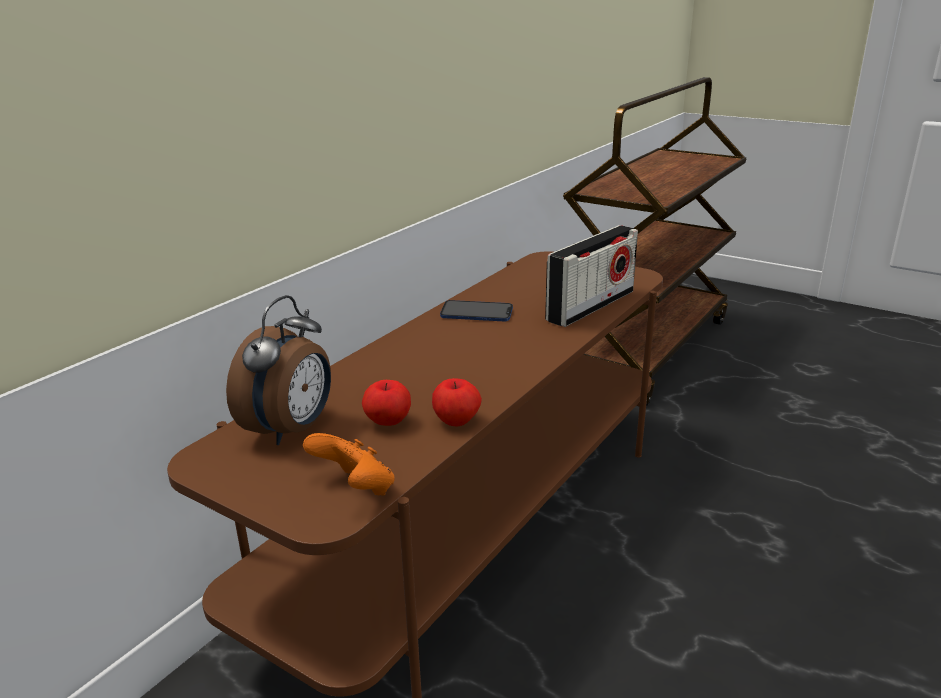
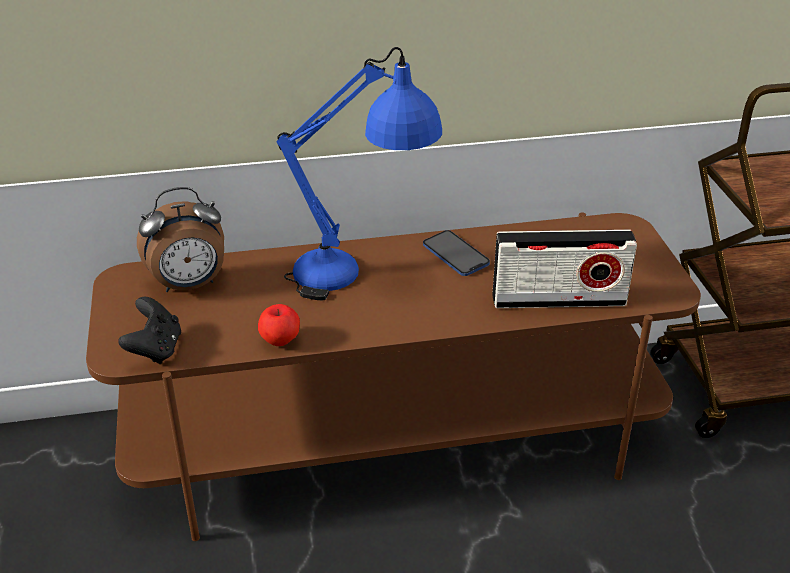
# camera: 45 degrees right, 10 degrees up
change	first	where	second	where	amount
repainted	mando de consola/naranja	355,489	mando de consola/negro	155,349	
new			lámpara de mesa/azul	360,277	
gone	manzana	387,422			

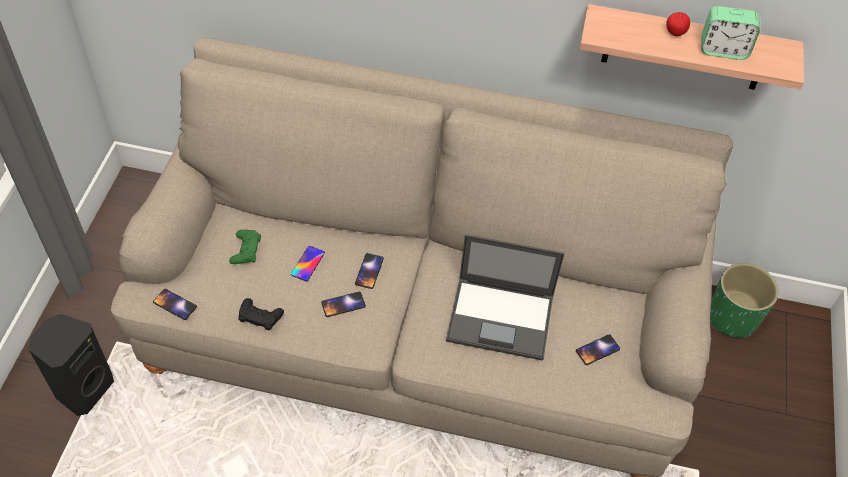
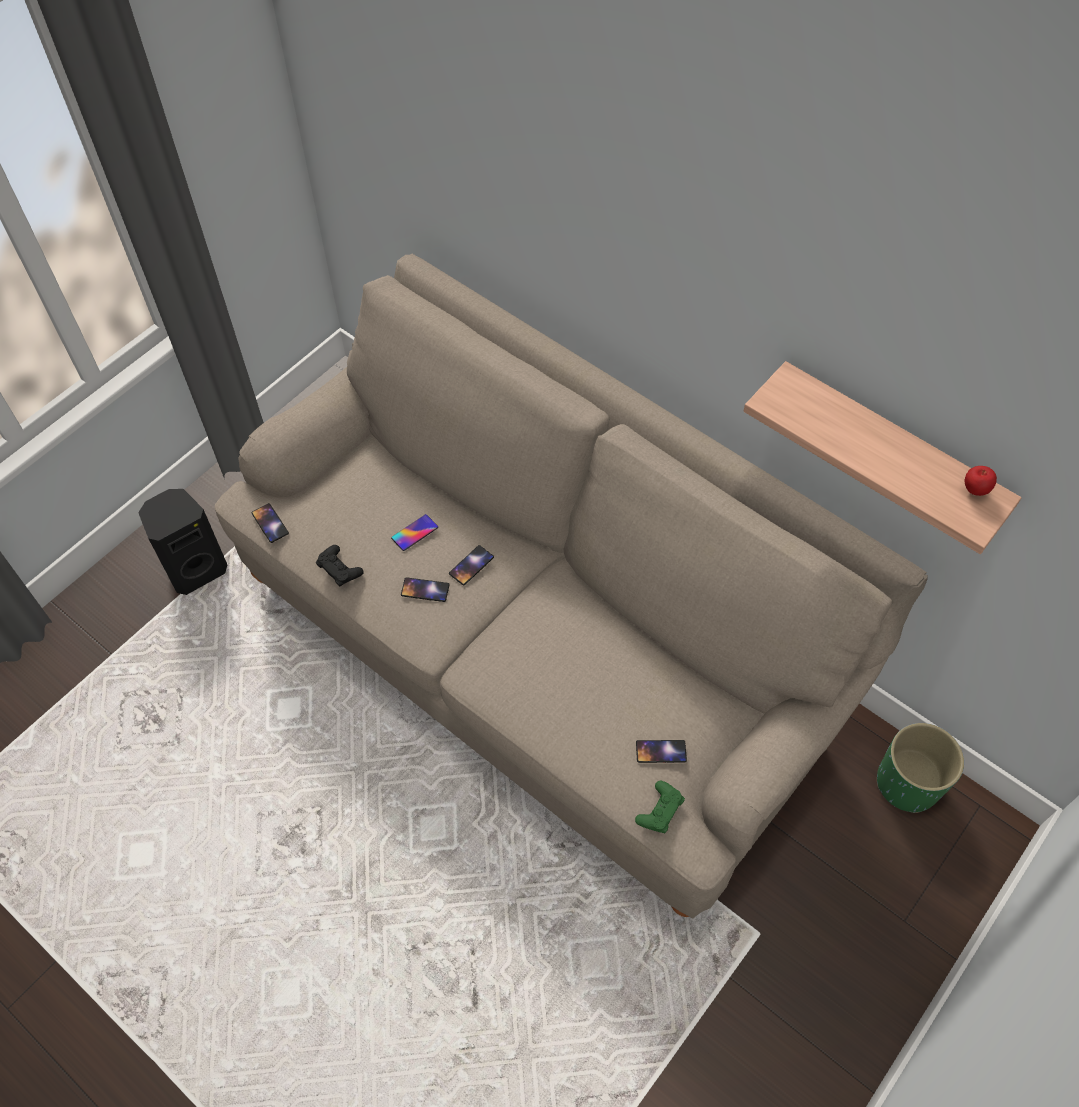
# camera: 30 degrees right, 5 degrees up
change	first	where	second	where	amount
shifted	mando de consola/verde	246,250		660,810	
shifted	manzana	674,33		974,490	
gone	portátil	501,318			
gone	despertador	723,50			

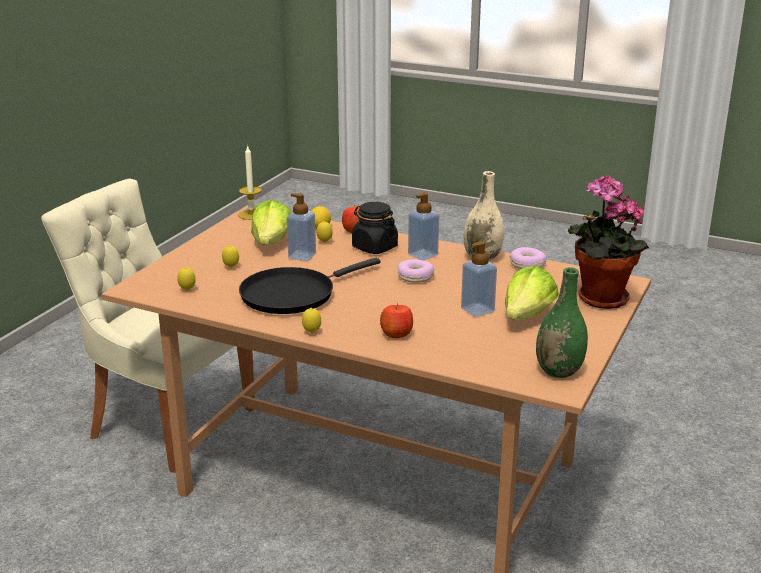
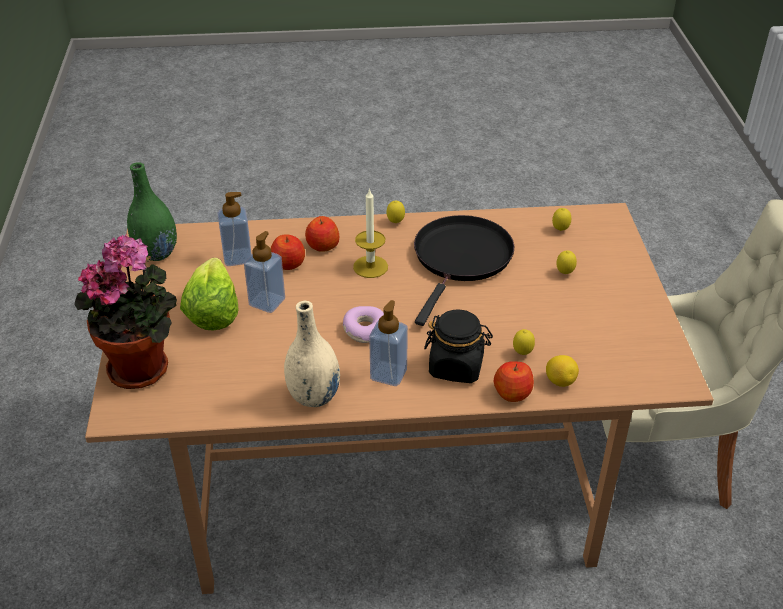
# camera: 150 degrees right, 15 degrees up
change	first	where	second	where	amount
shifted	dispensador de jabón	302,256		237,257	
new			manzana	289,264	
shifted	vela	251,214		370,267	
gone	lechuga	272,243			
gone	rosquilla	527,265			

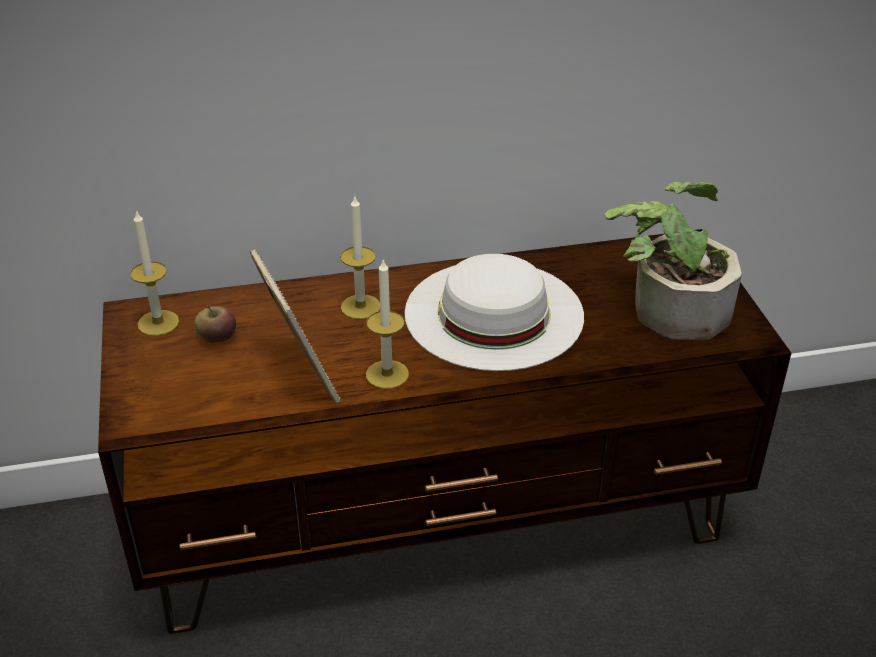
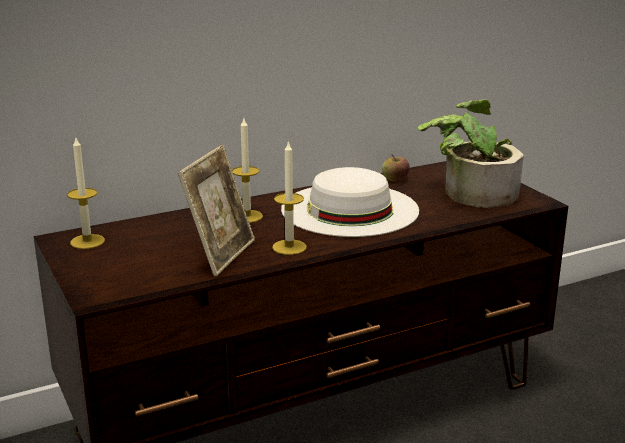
# camera: 15 degrees left, 15 degrees down
change	first	where	second	where	amount
rotated	portarretratos	300,374		221,255	60 degrees clockwise
shifted	manzana	217,338		395,179	

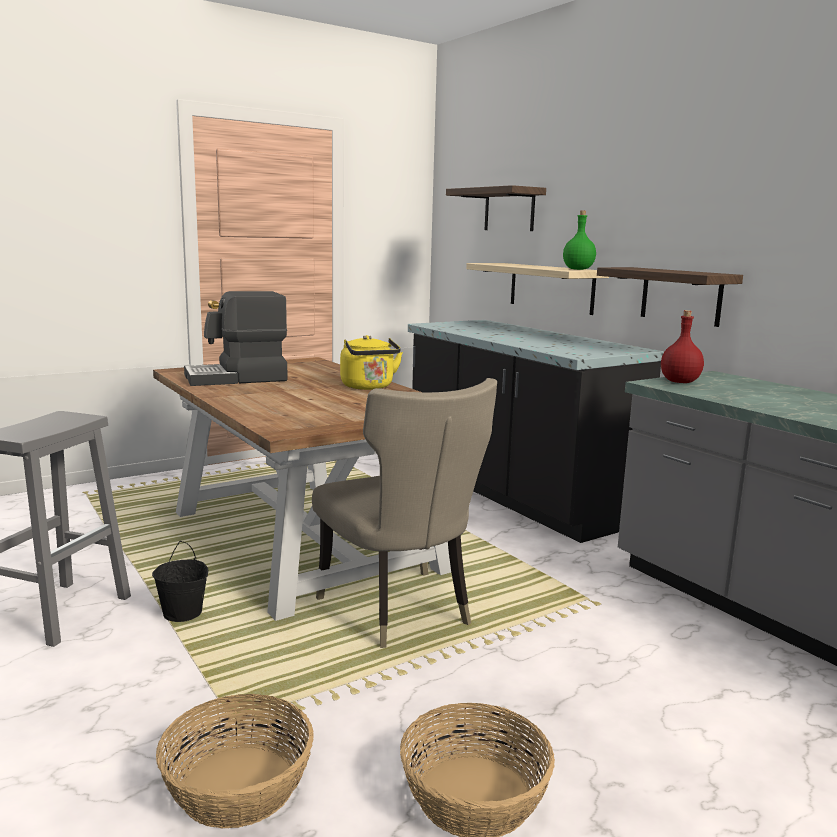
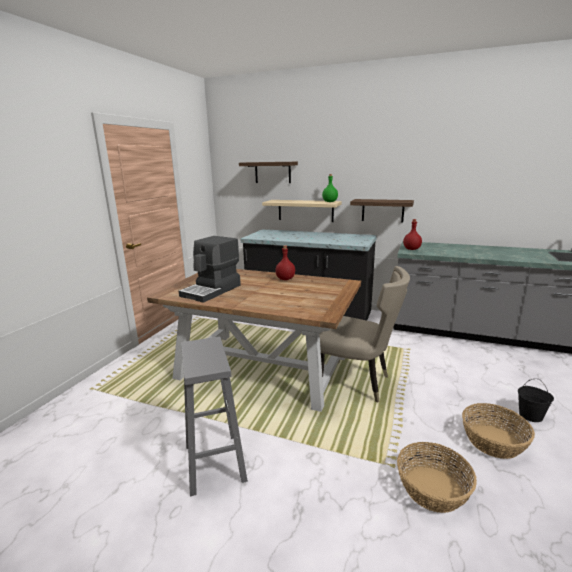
# camera: 35 degrees left, 5 degrees up
change	first	where	second	where	amount
swapped	hervidor/amarillo	369,387	botella/rojo	285,279	
shifted	cubo/negro	183,613		531,415	

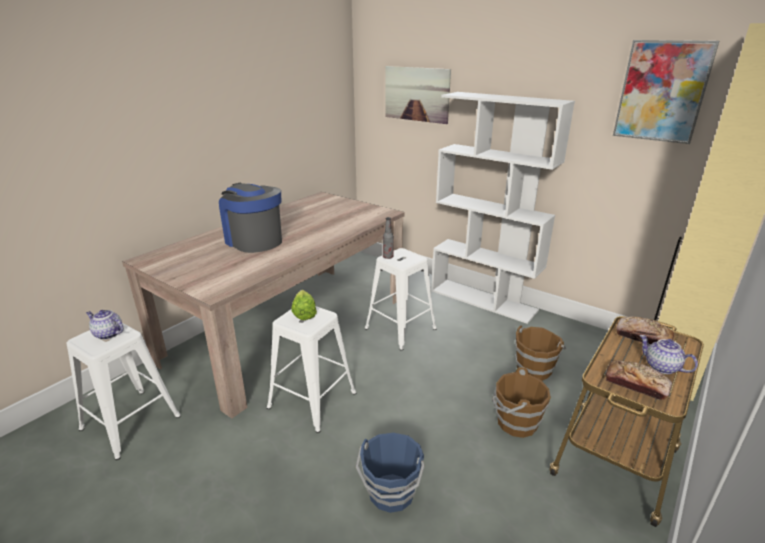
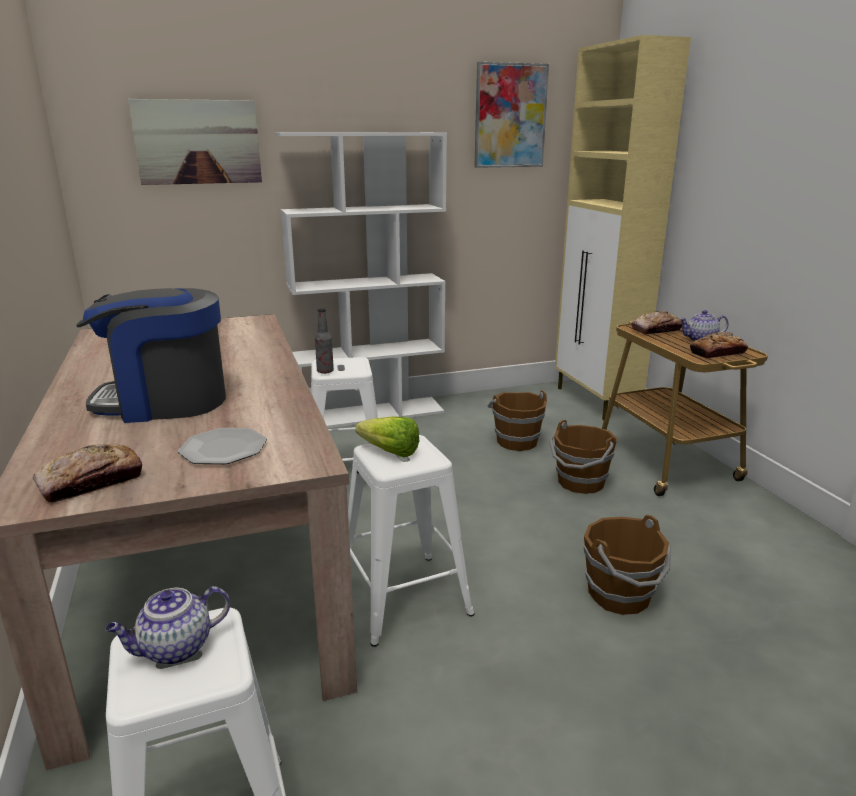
# camera: 55 degrees left, 5 degrees down
change	first	where	second	where	amount
new			pan	91,482	
new			plato	223,448	
repainted	cubo/azul	391,493	cubo/marrón	621,596	

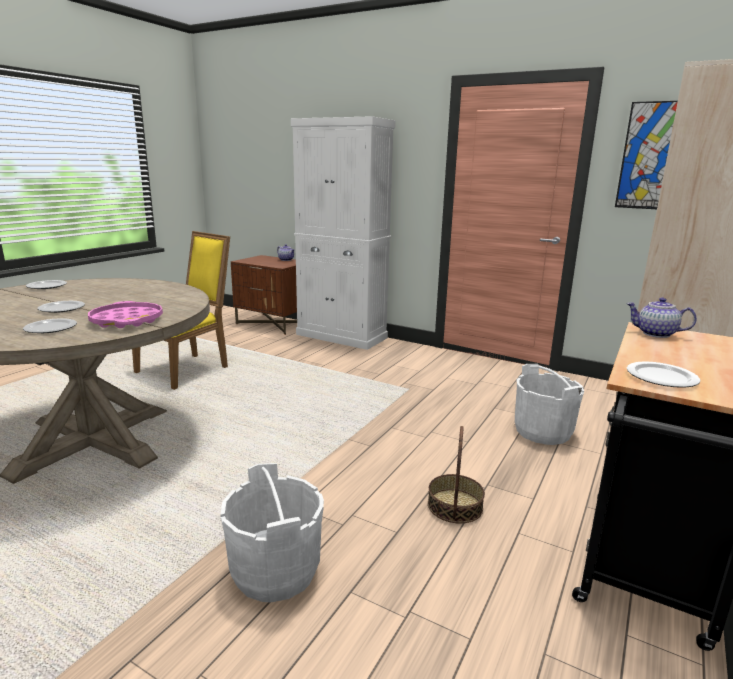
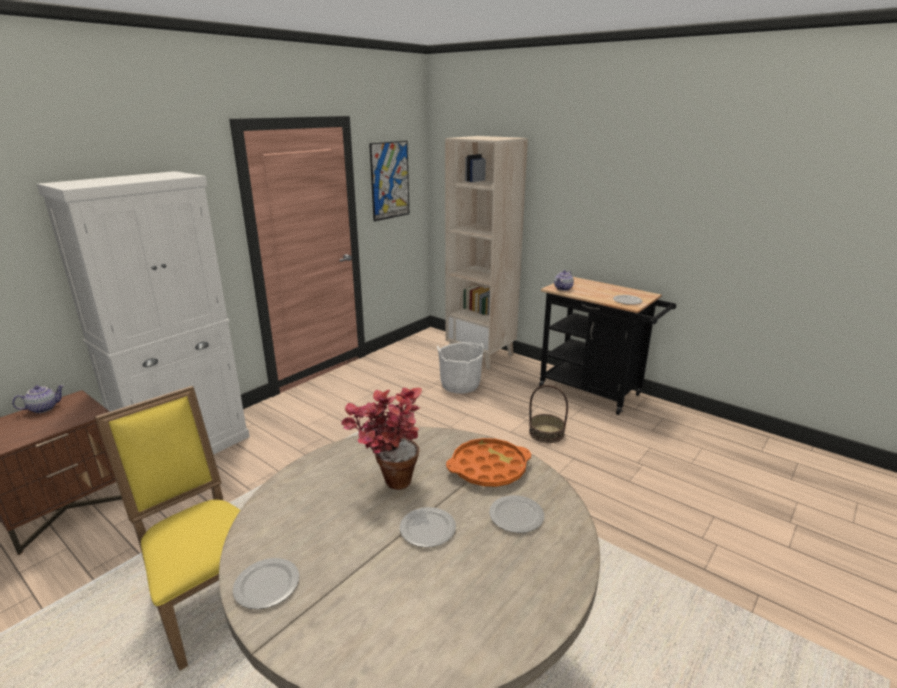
# camera: 80 degrees left, 5 degrees up
change	first	where	second	where	amount
new			planta en maceta	388,481	
repainted	bandeja/rosa	127,320	bandeja/naranja	488,468	
gone	cubo/blanco	275,571			

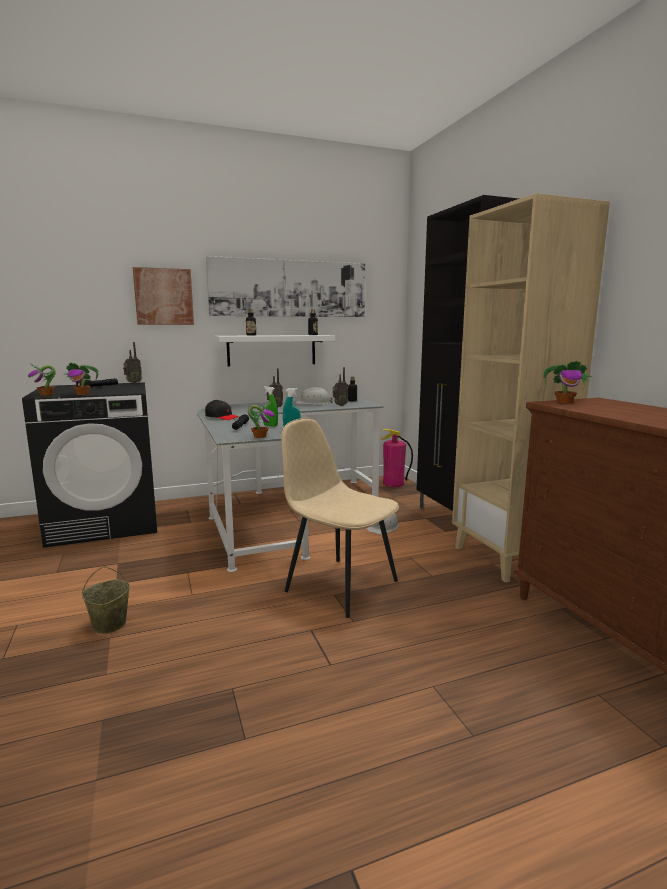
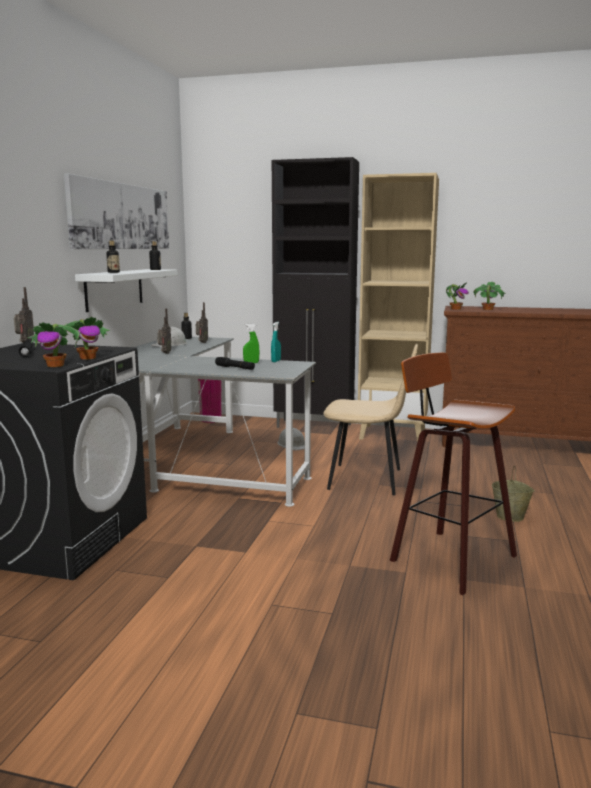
# camera: 55 degrees left, 0 degrees up
change	first	where	second	where	amount
rotated	silla/beis	339,585		367,479	150 degrees counterclockwise
new			taburete	448,558	
shifted	planta en maceta	259,436		487,309	
shifted	cubo/beis	109,625		510,516	
gone	cuadro	164,296			
gone	gorra/negro	222,417			

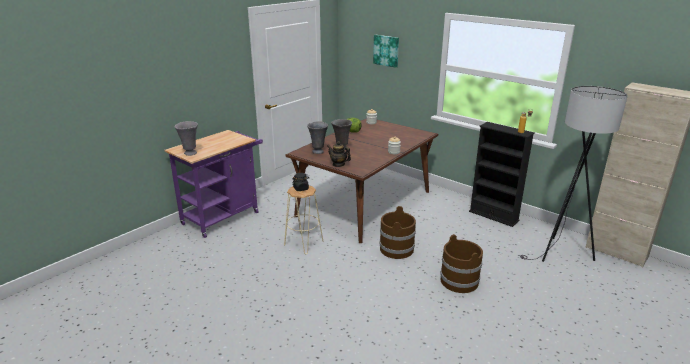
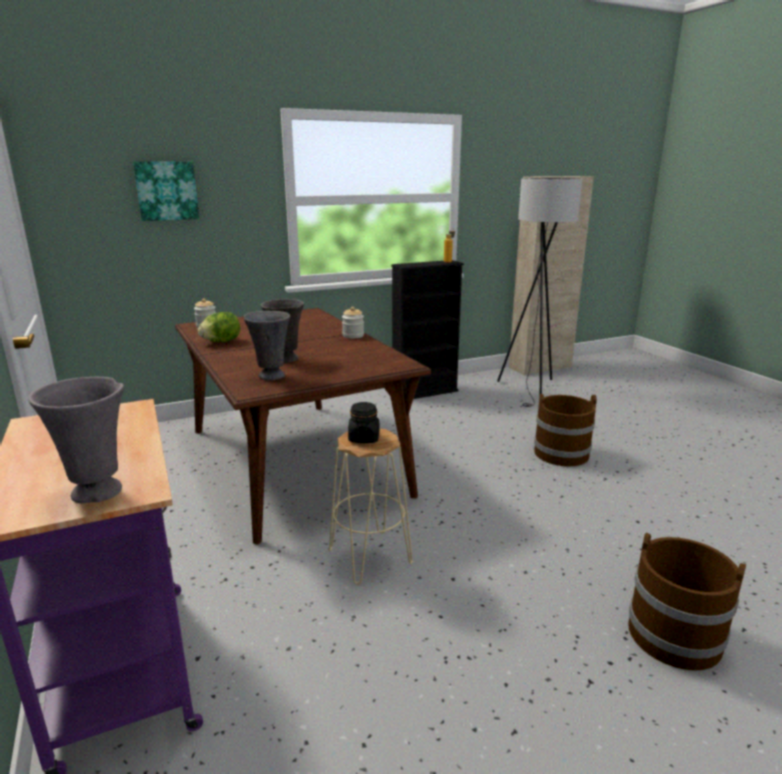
# camera: 65 degrees left, 5 degrees down
change	first	where	second	where	amount
shifted	cubo/marrón	396,249		675,635	
gone	tetera	338,164			

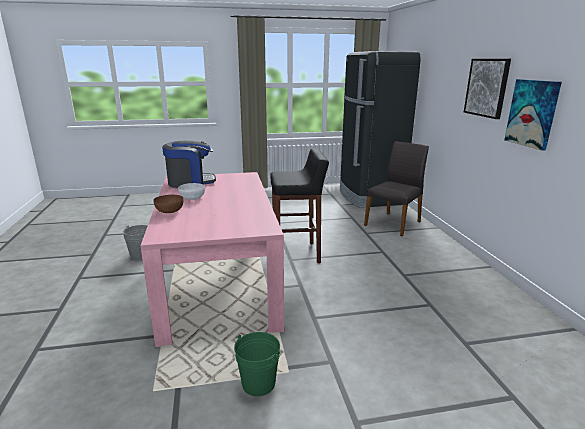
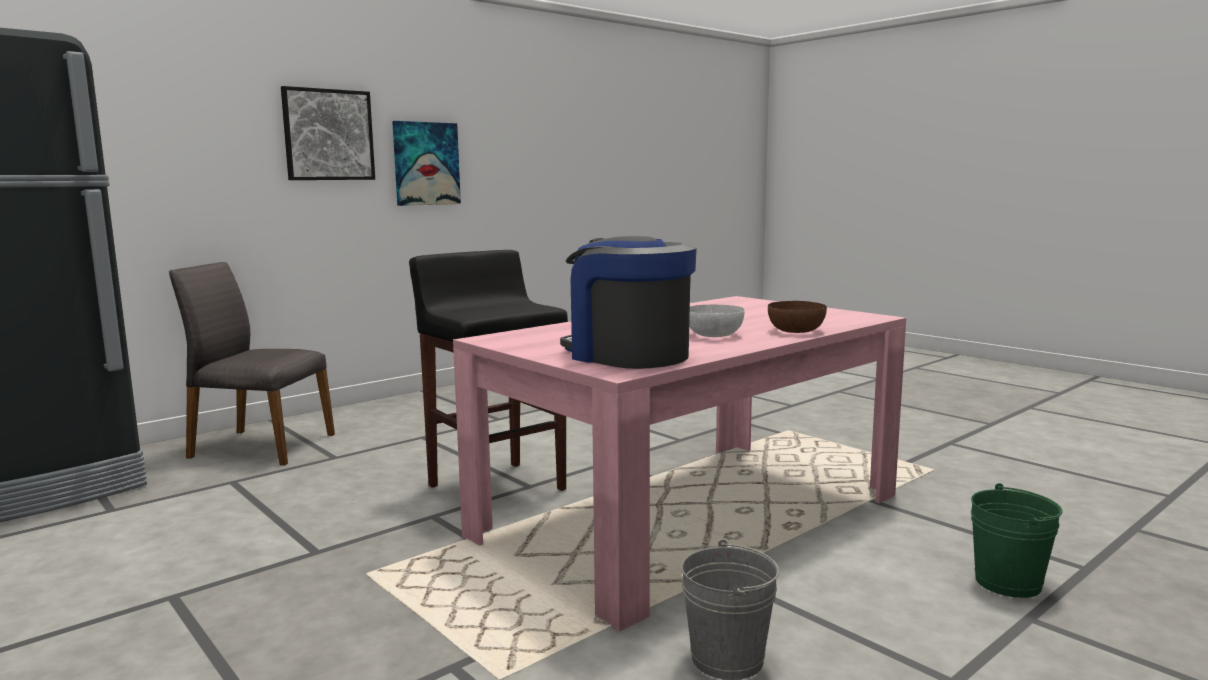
# camera: 120 degrees left, 10 degrees down
change	first	where	second	where	amount
shifted	cubo/verde	258,383		1008,582	

